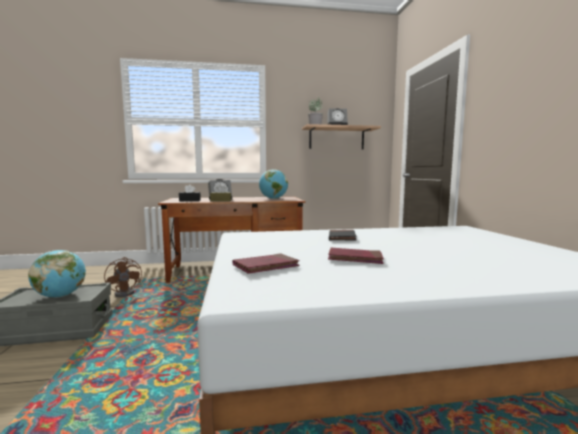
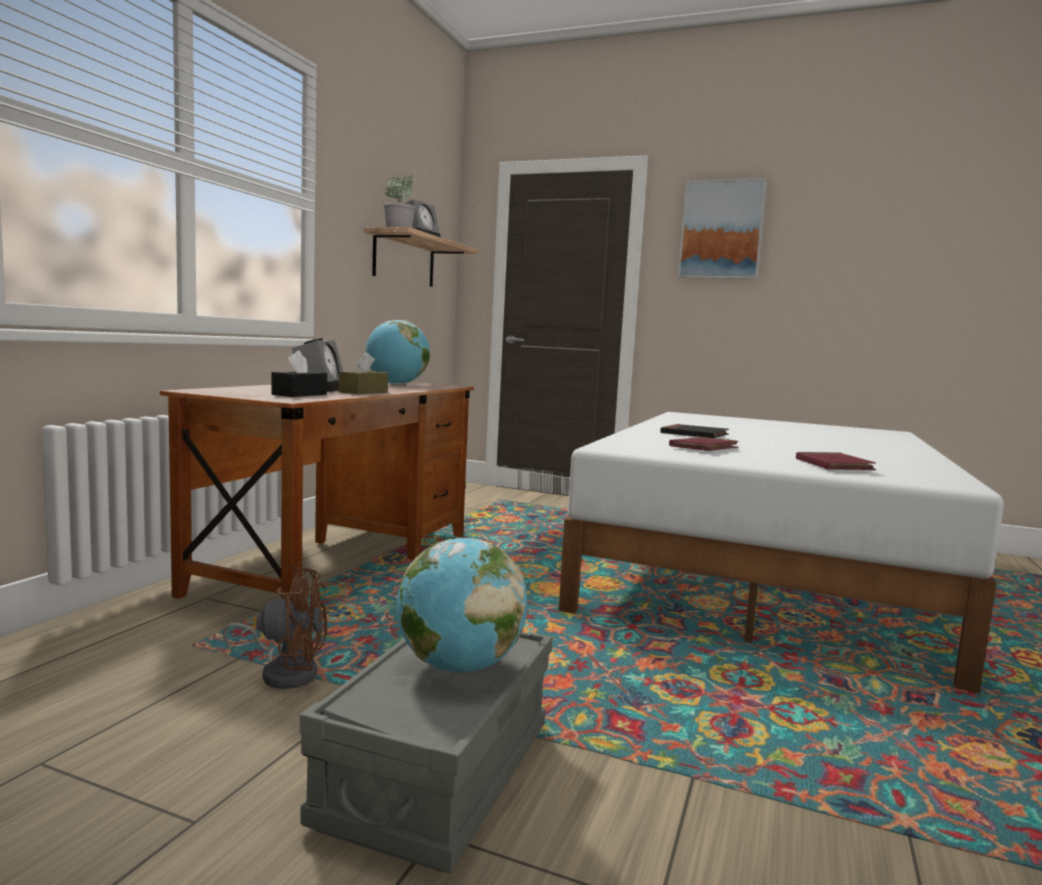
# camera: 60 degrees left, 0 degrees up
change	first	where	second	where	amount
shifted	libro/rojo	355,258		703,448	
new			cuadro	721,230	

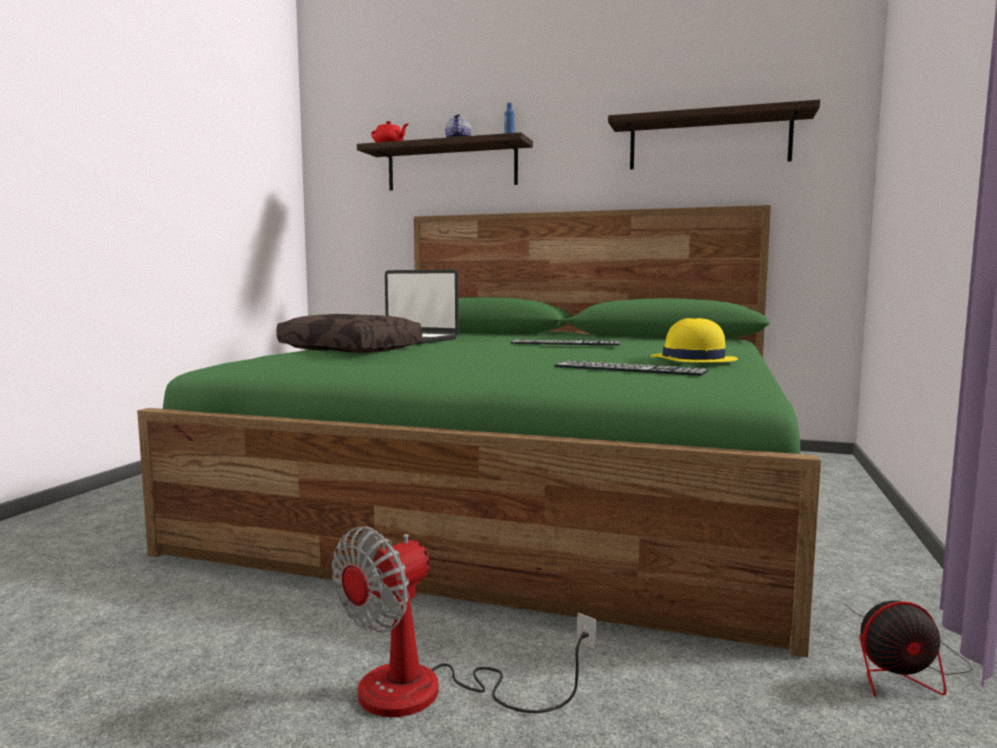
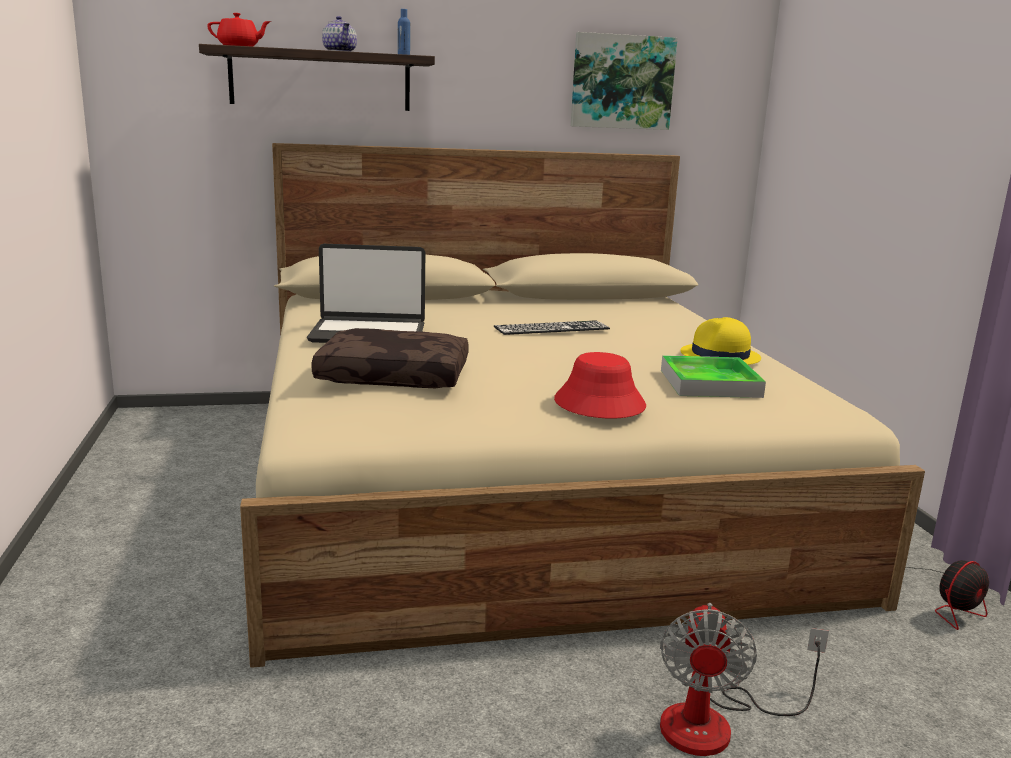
# camera: 30 degrees left, 10 degrees up
change	first	where	second	where	amount
repainted	cama/verde	528,488	cama/beis	521,483	
new			sombrero/rojo	599,404	
swapped	estante	709,142	cuadro	622,82	
swapped	teclado	629,369	bandeja	710,383	

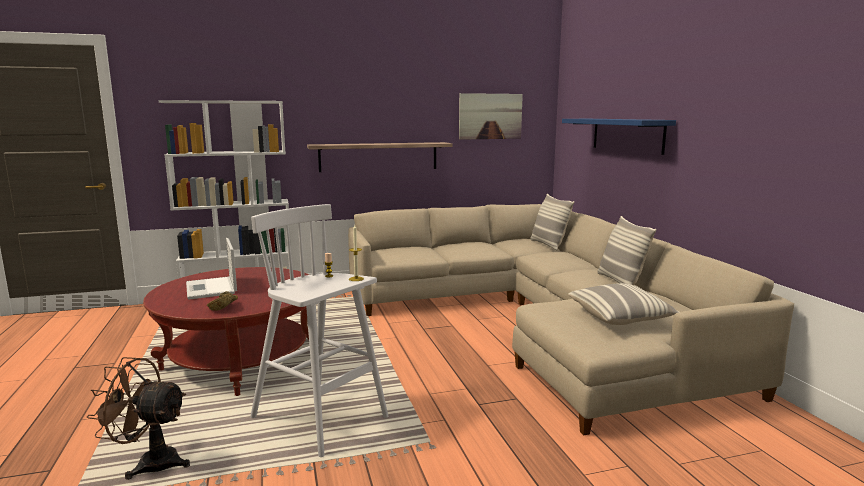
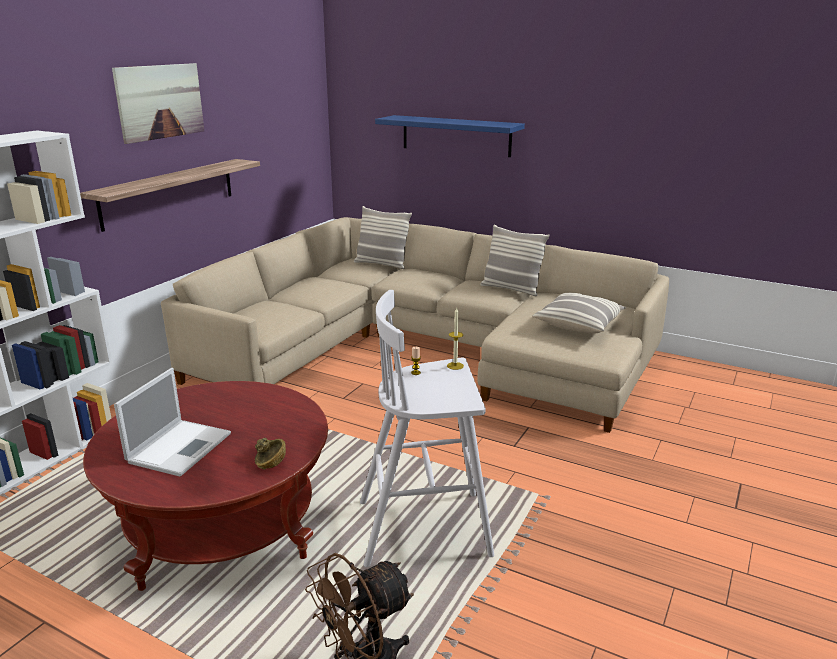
# camera: 45 degrees left, 10 degrees up
change	first	where	second	where	amount
shifted	cuadro	490,116		160,101	
rotated	portátil	211,288		180,447	90 degrees counterclockwise

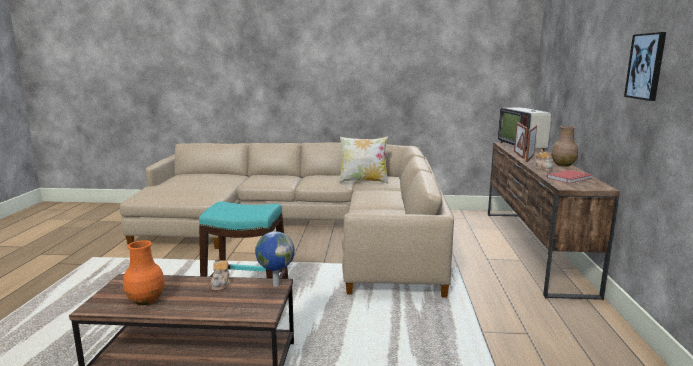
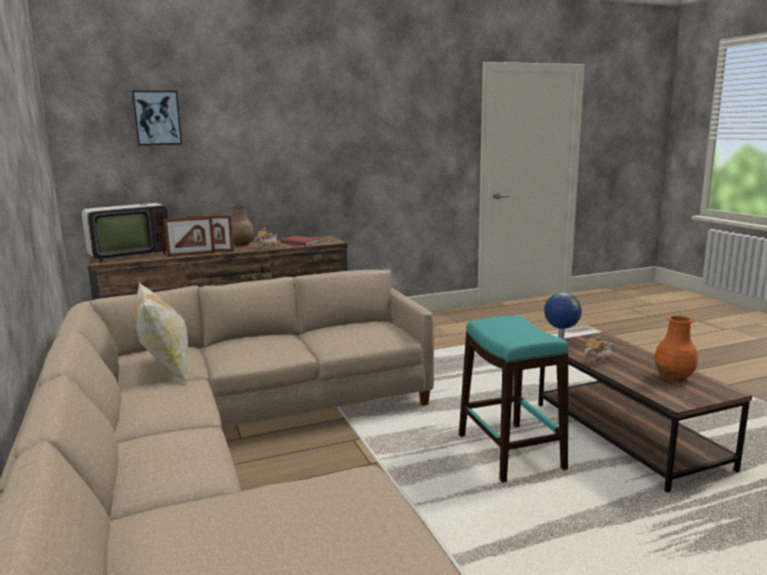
# camera: 115 degrees left, 0 degrees up
change	first	where	second	where	amount
shifted	cuadro	646,66		157,118	

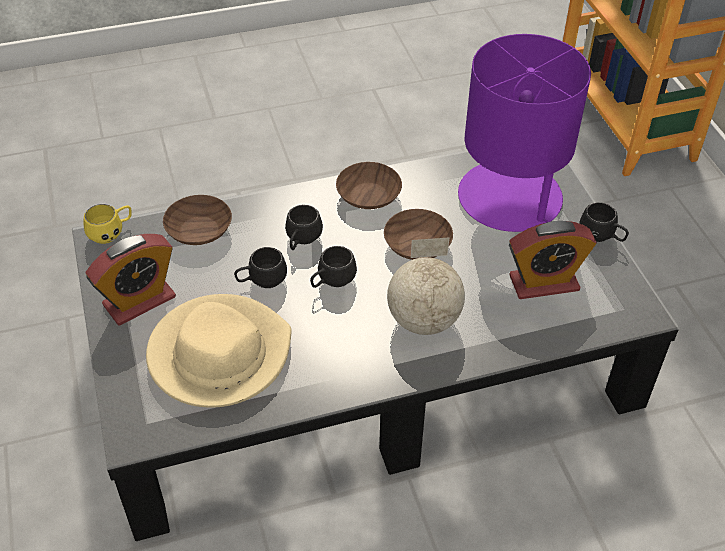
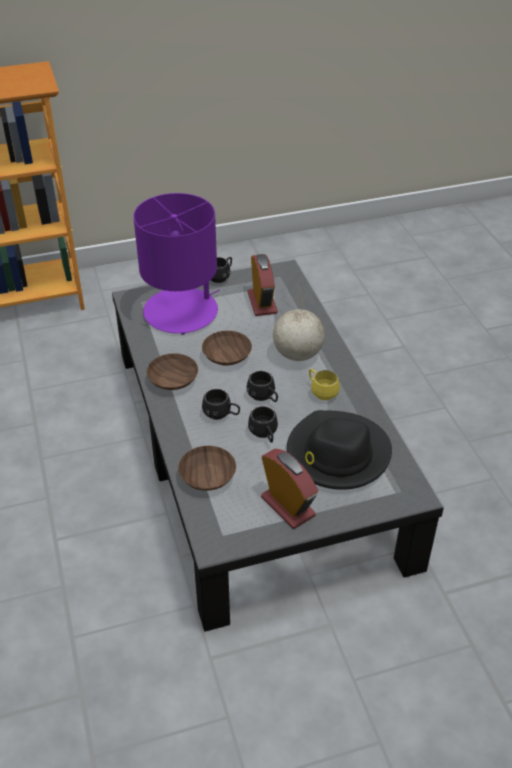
# camera: 90 degrees left, 5 degrees down
change	first	where	second	where	amount
repainted	sombrero/beis	219,354	sombrero/negro	337,454	
shifted	taza grande/amarillo	112,233		321,392	

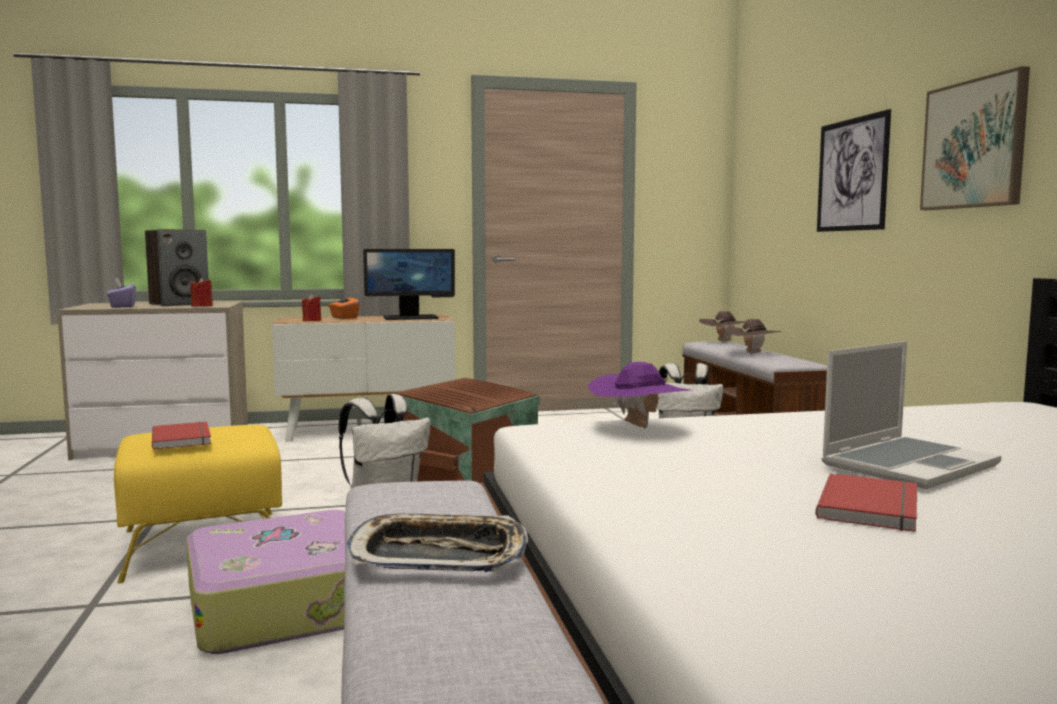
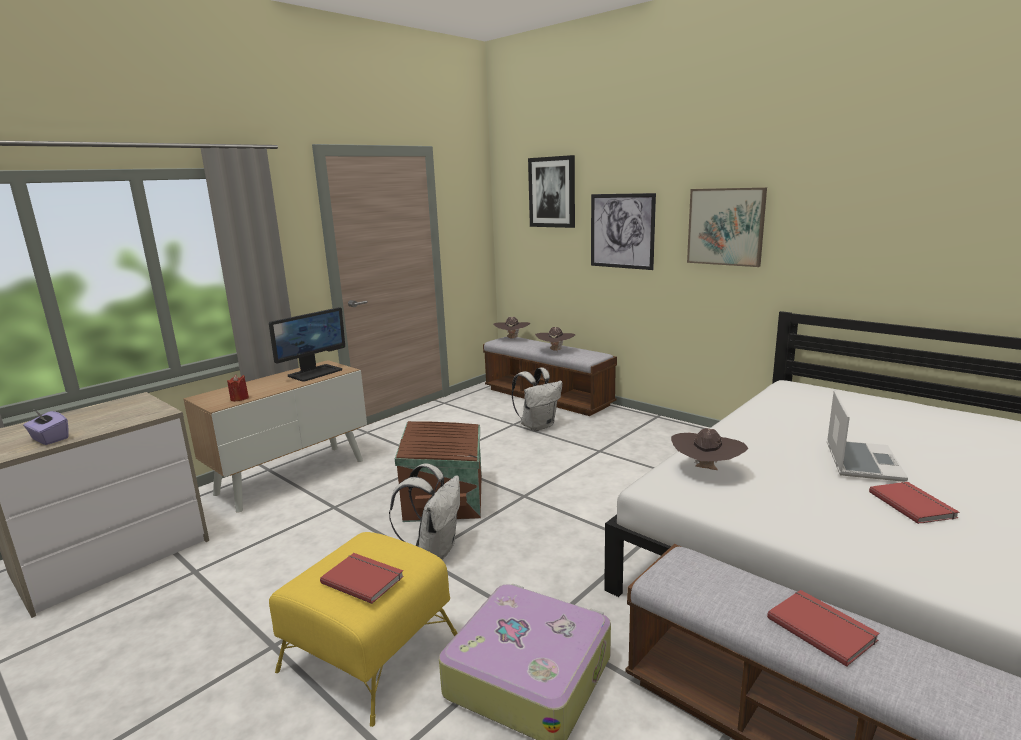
# camera: 35 degrees left, 10 degrees up
change	first	where	second	where	amount
new			cuadro	552,192	
repainted	sombrero/morado	638,429	sombrero/marrón	706,470	
swapped	bandeja	438,556	libro/rojo	822,627	
gone	altavoz	179,304			
gone	vela/rojo	202,306			
gone	caja de pañuelos/naranja	344,318			

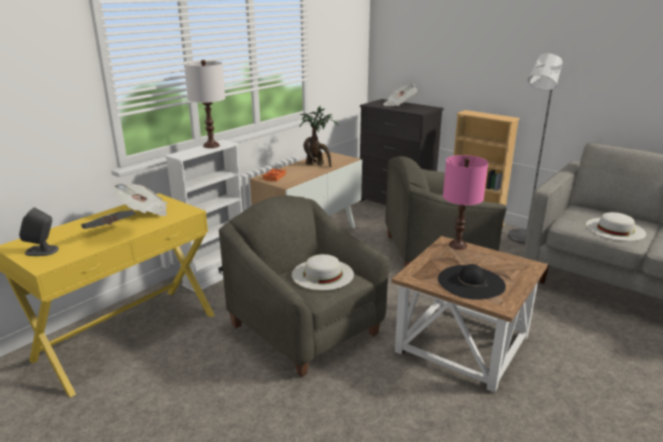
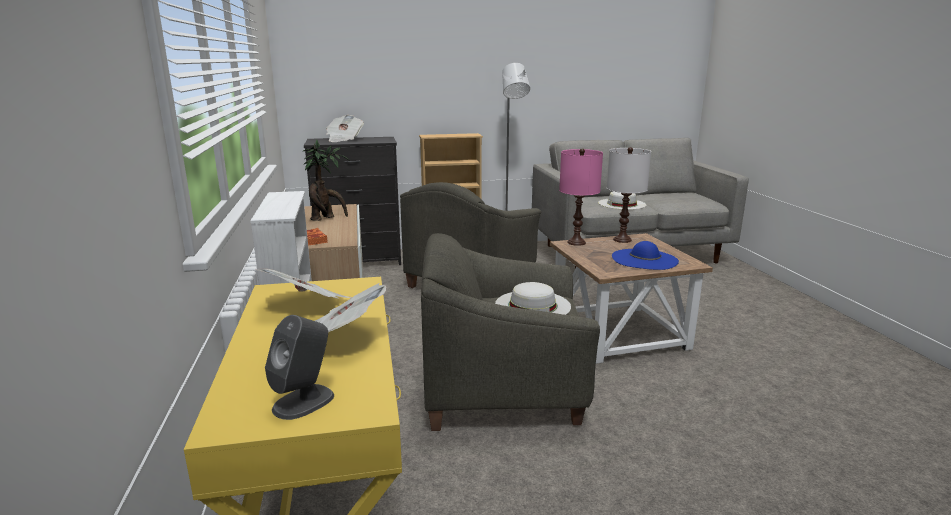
# camera: 50 degrees left, 5 degrees down
change	first	where	second	where	amount
shifted	lámpara de mesa/blanco	211,146		622,240	
repainted	sombrero/negro	471,282	sombrero/azul	644,259	

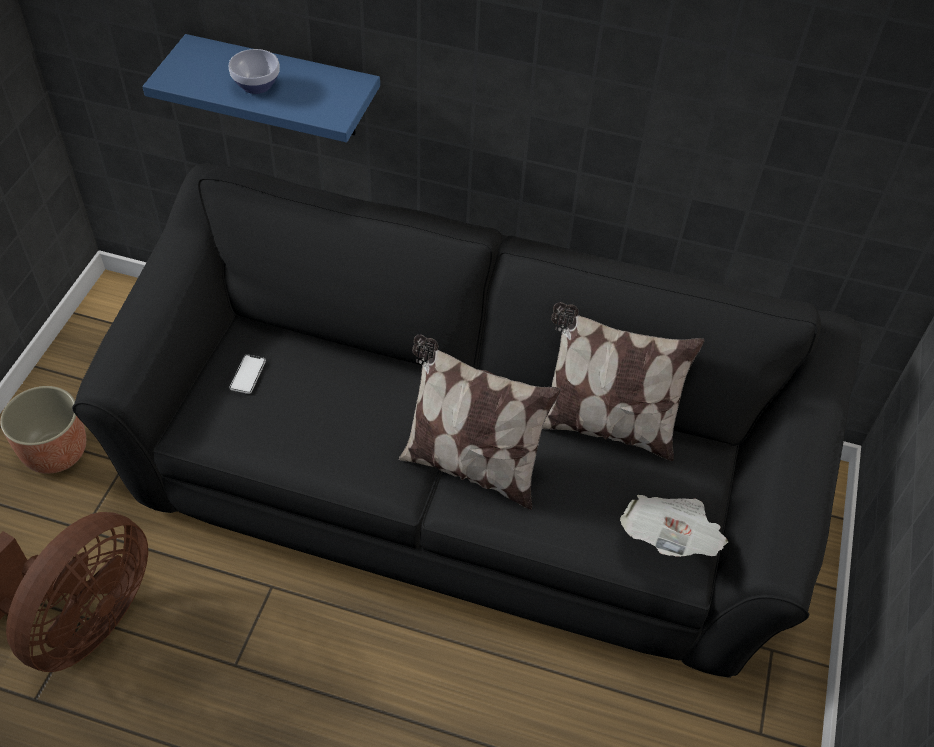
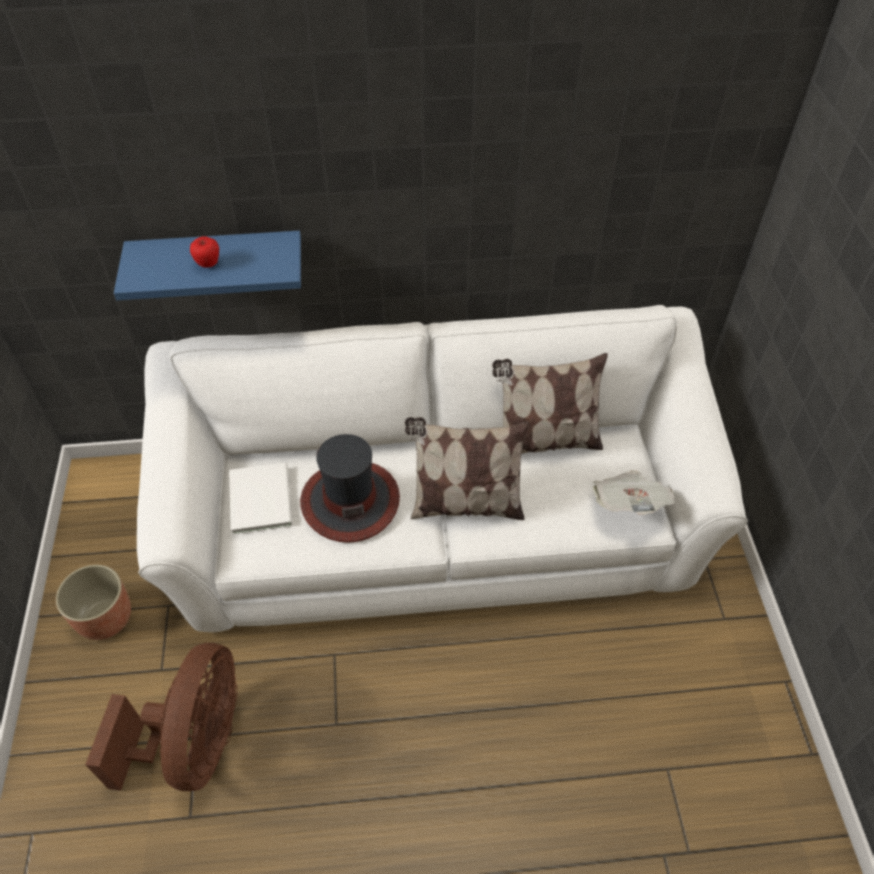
# camera: 20 degrees left, 0 degrees up
change	first	where	second	where	amount
repainted	sofá/negro	462,481	sofá/blanco	437,522	
swapped	cuenco	258,85	manzana	208,264	
swapped	móvil	248,374	libro/blanco	262,497	
new			sombrero	350,500	

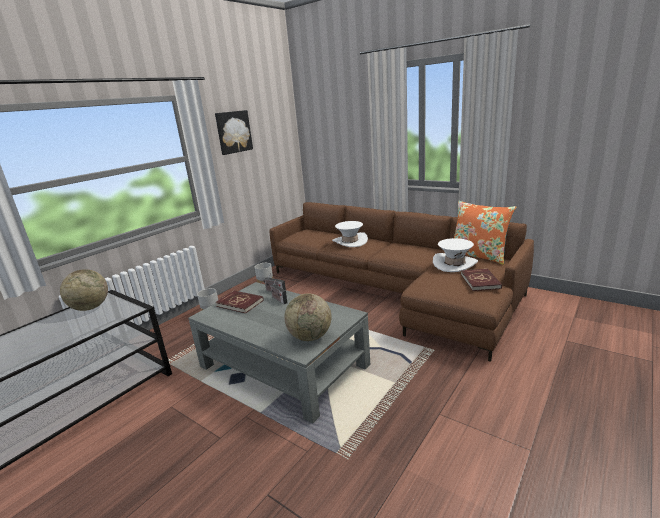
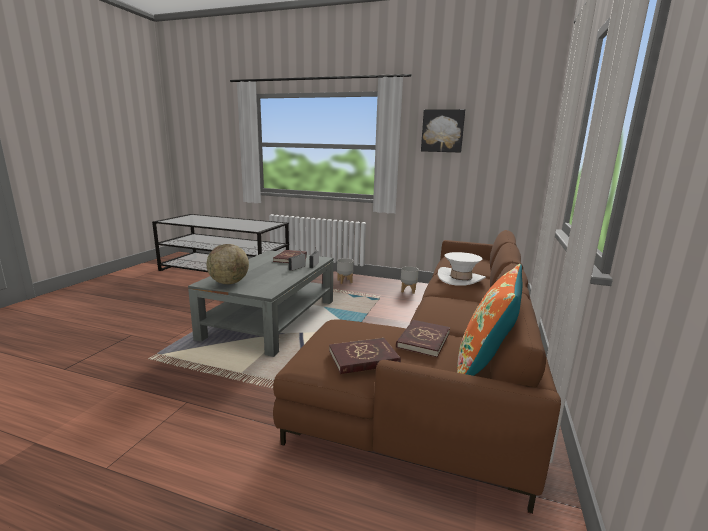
# camera: 70 degrees right, 5 degrees down
change	first	where	second	where	amount
swapped	sombrero/blanco	454,264	libro/rojo	423,340	
gone	globo terráqueo	90,308			

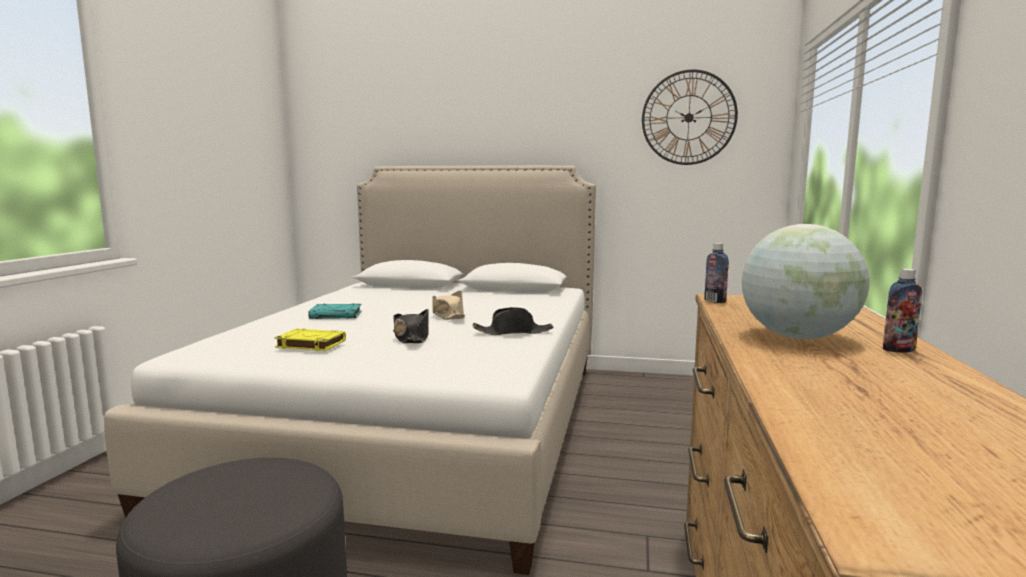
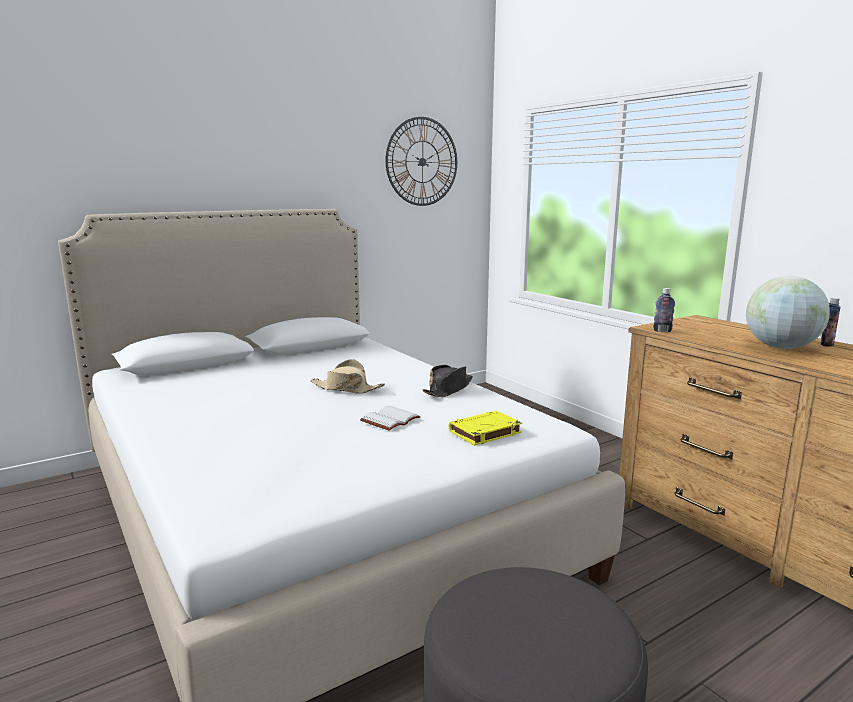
# camera: 45 degrees left, 5 degrees up
change	first	where	second	where	amount
swapped	sombrero/negro	412,337	libro/blanco	390,419	
shifted	libro/amarillo	310,344		484,432	
gone	libro/turquesa	336,315			

